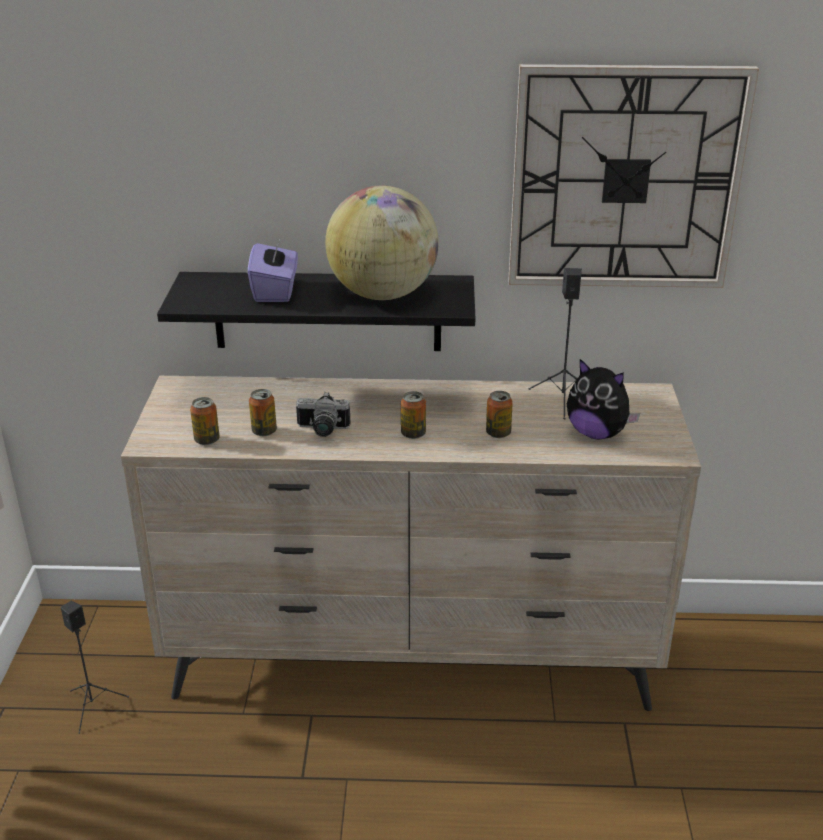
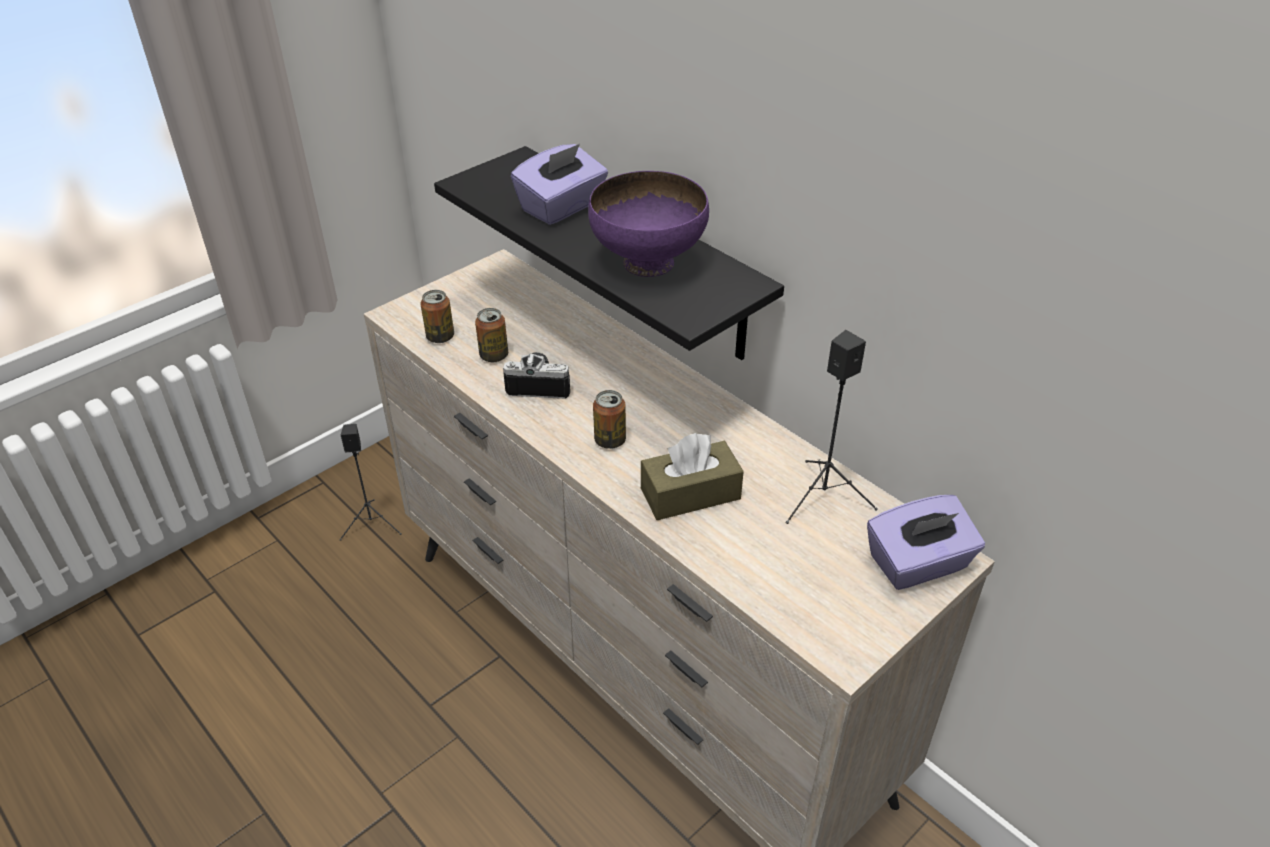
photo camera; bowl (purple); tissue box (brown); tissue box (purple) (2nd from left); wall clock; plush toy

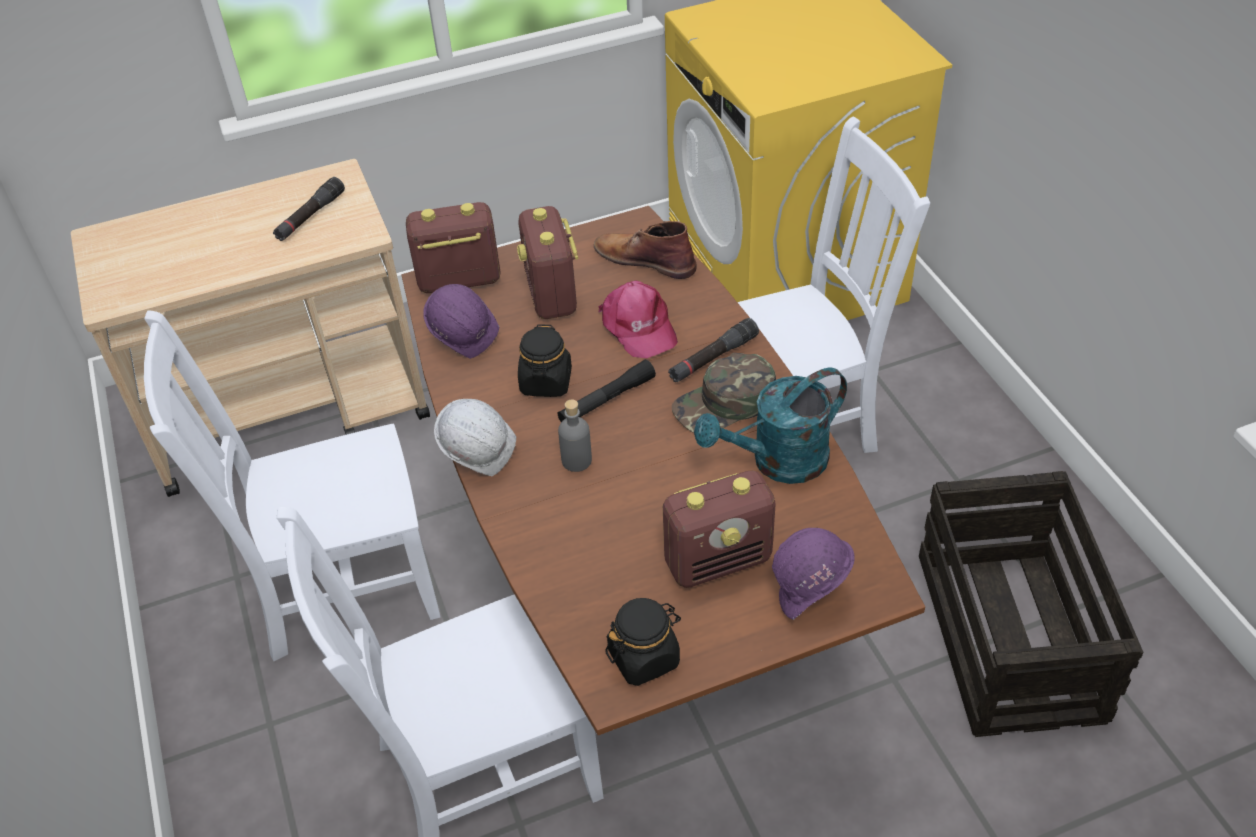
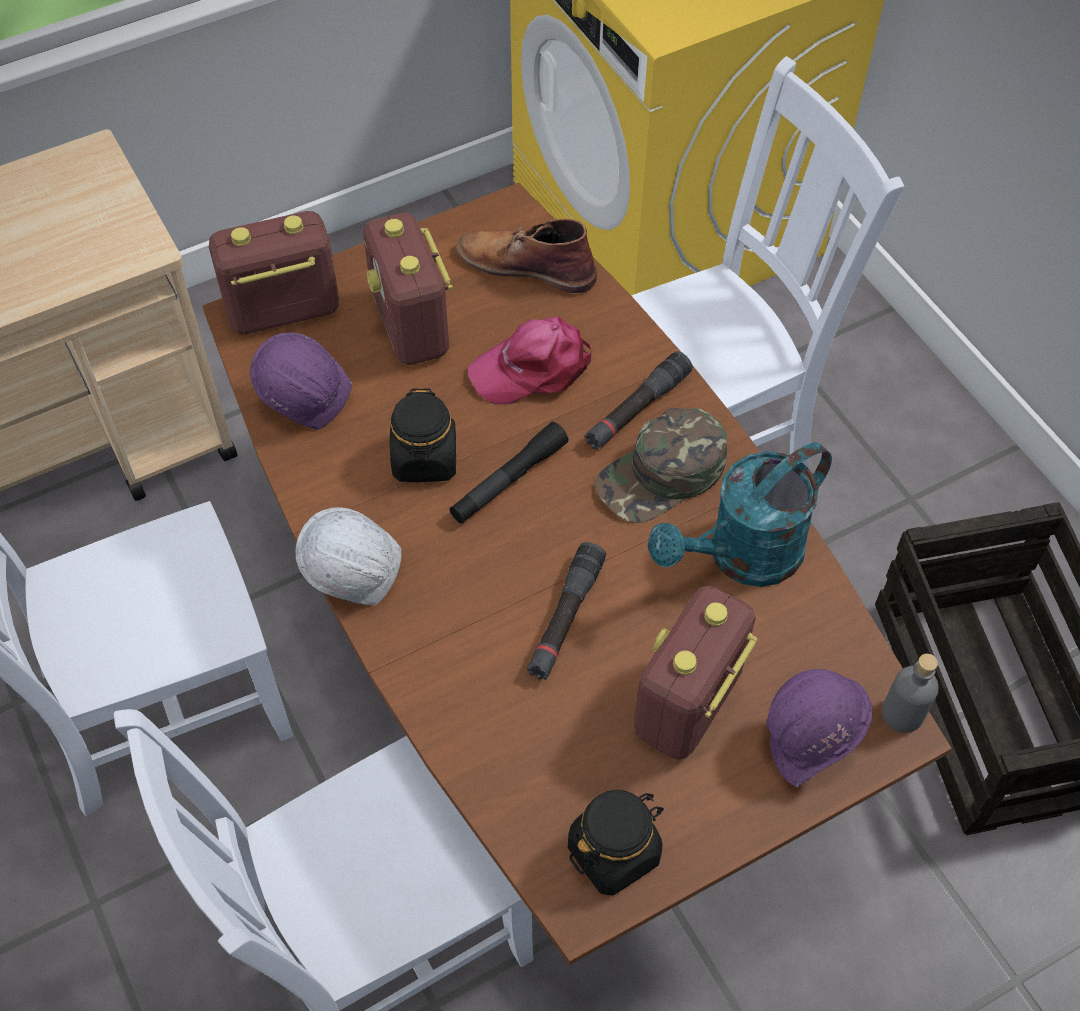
cap (pink); flashlight (black) (2nd from left); radio (3rd from left); bottle (grey)

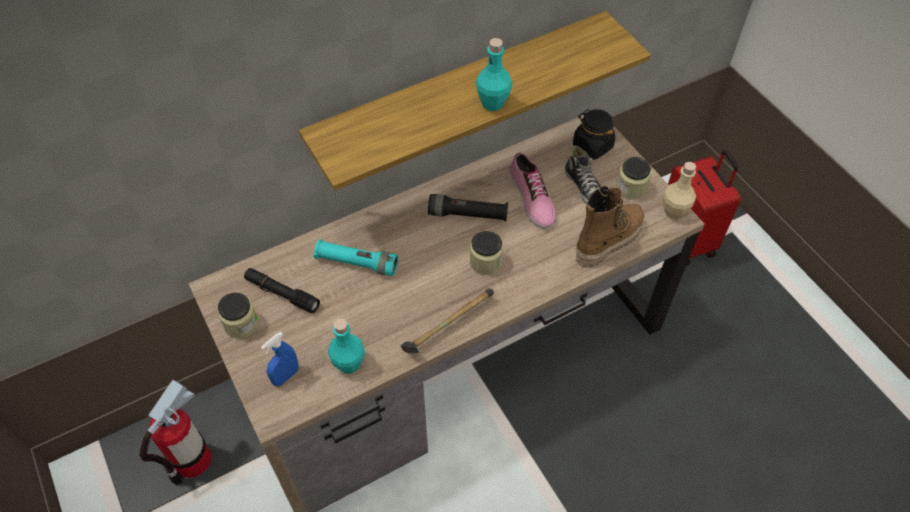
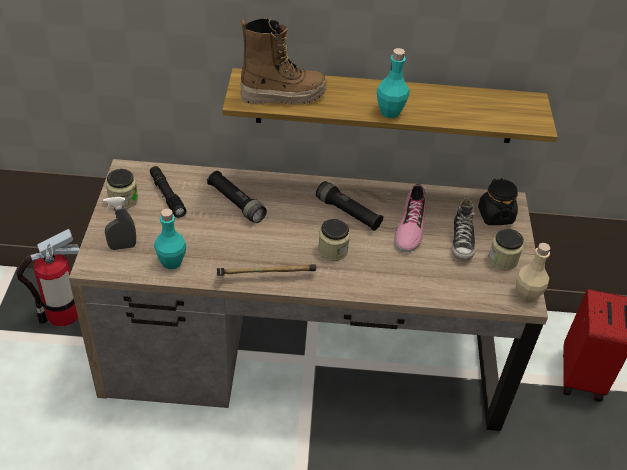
spray bottle (grey); flashlight (black) (2nd from left); boot

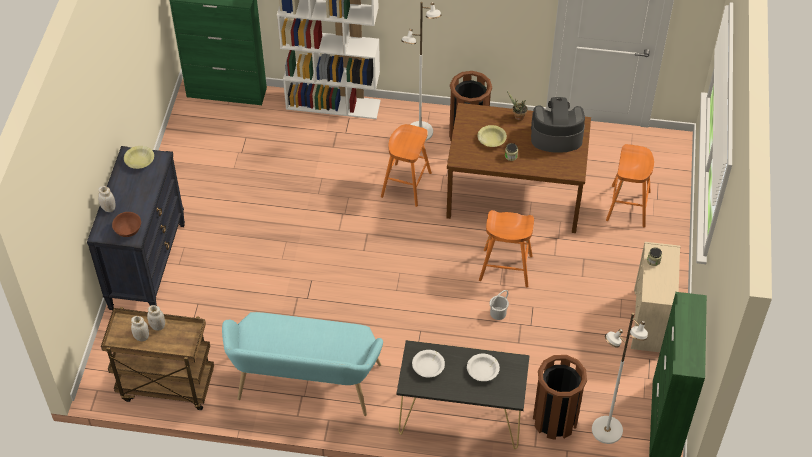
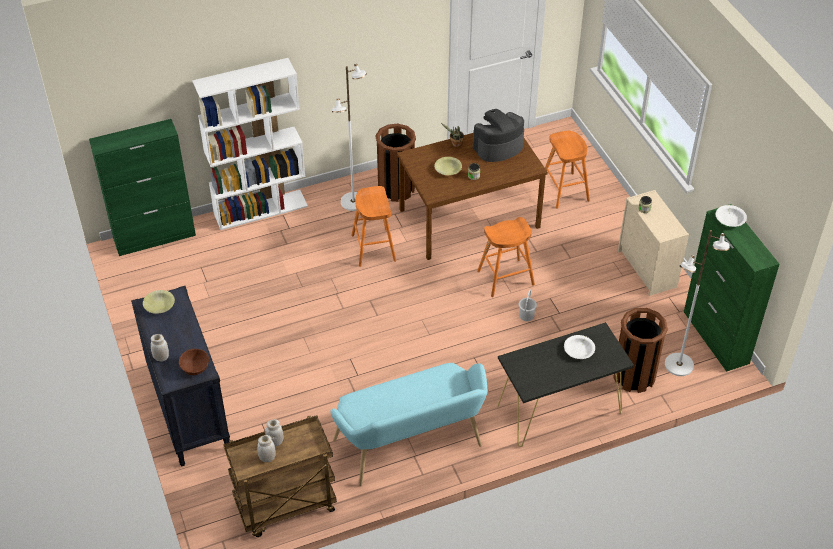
bowl (white) (2nd from left)

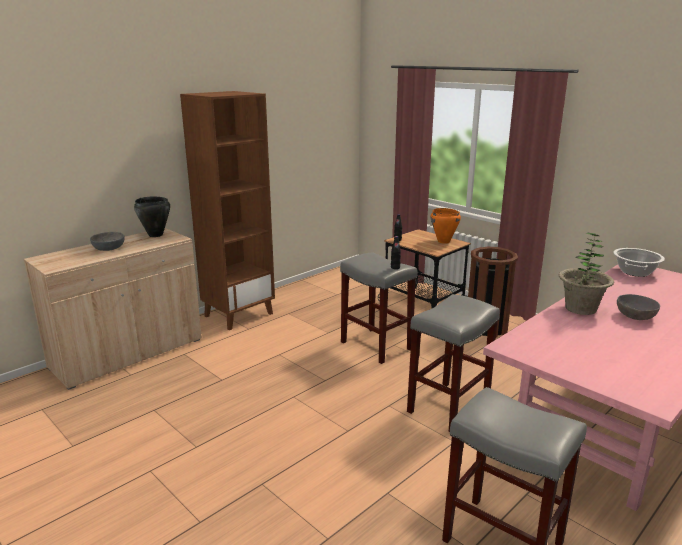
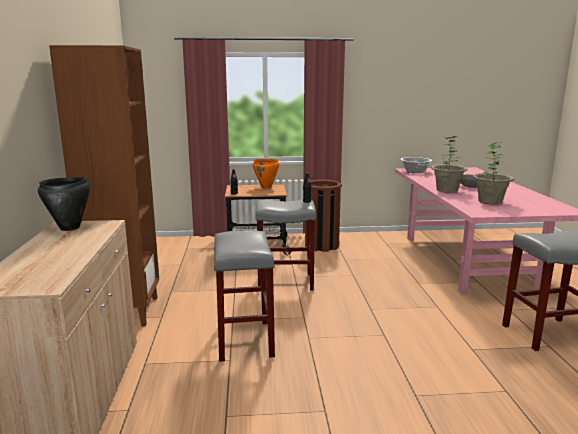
stool (grey) (1st from left); potted plant (2nd from left); bowl (grey) (1st from left in the first image)

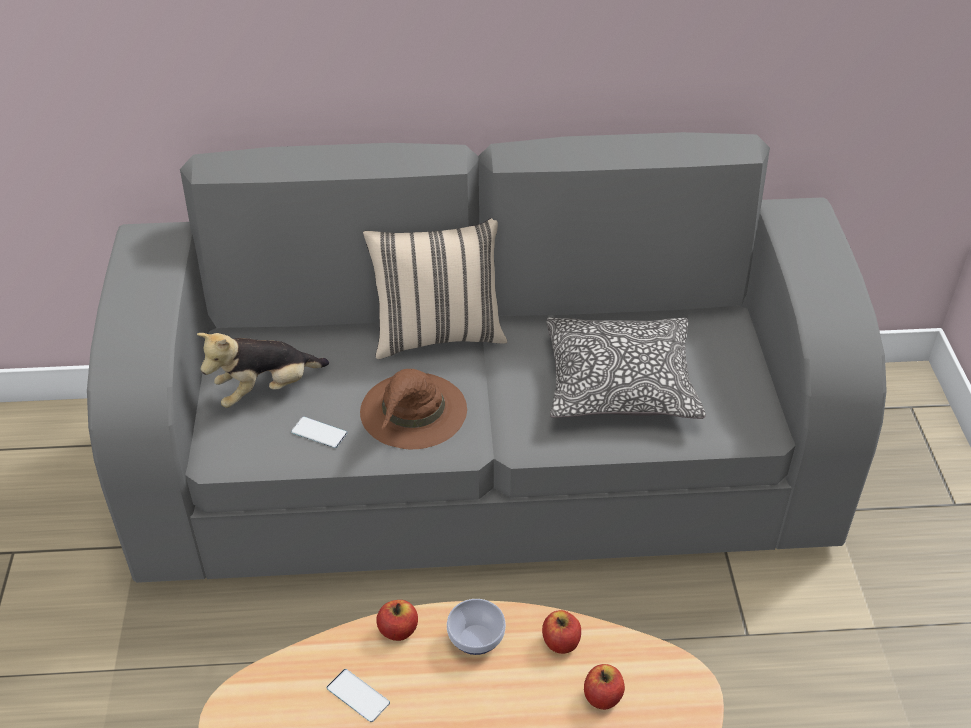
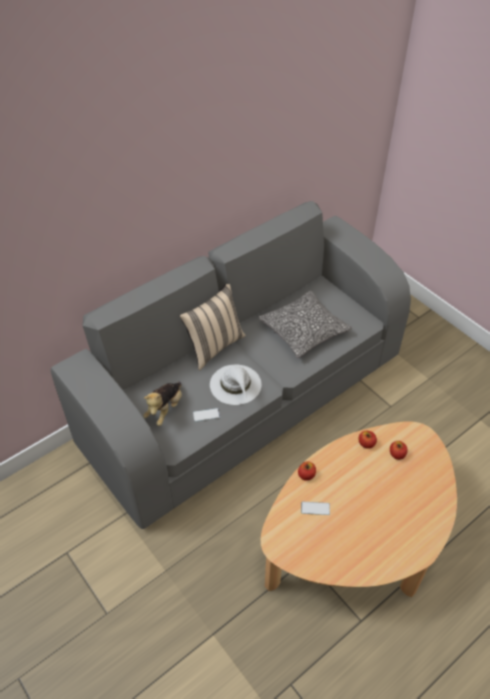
hat (white); bowl

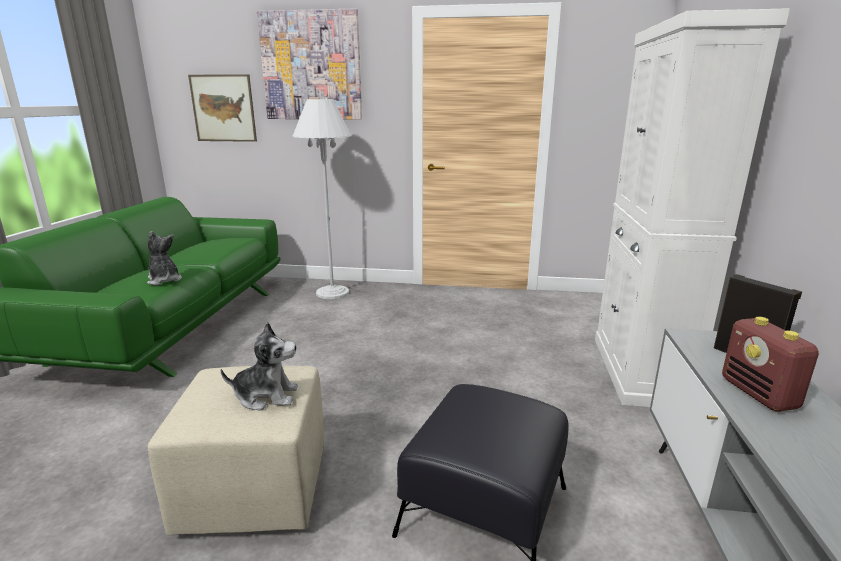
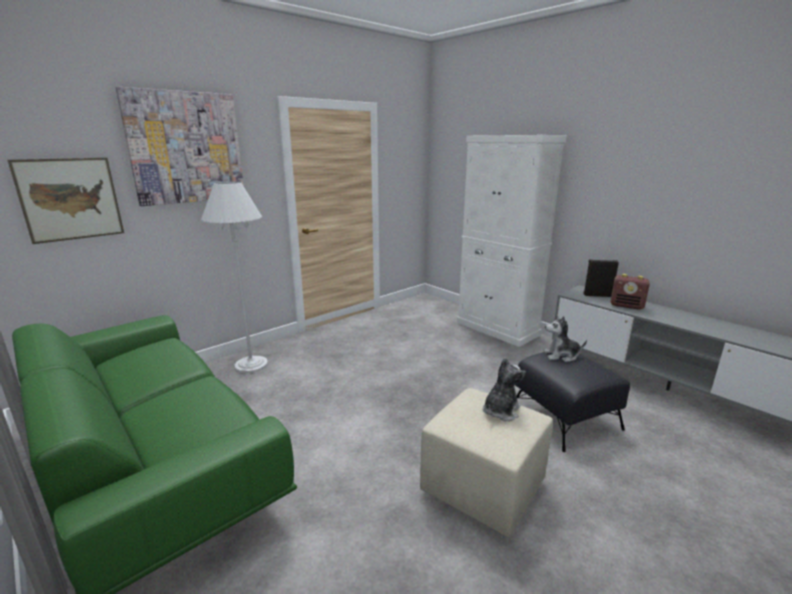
plush toy (2nd from left)

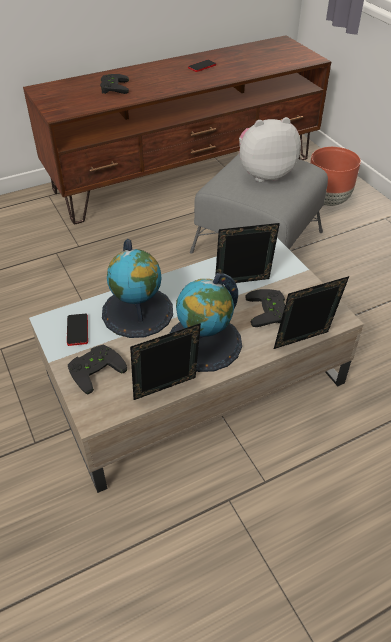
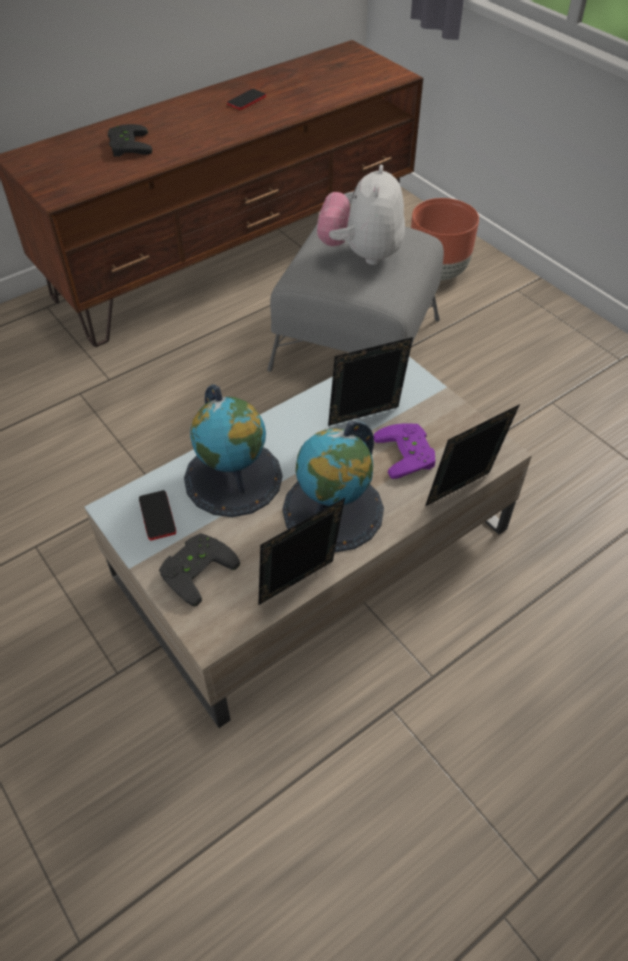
plush toy; game controller (purple)

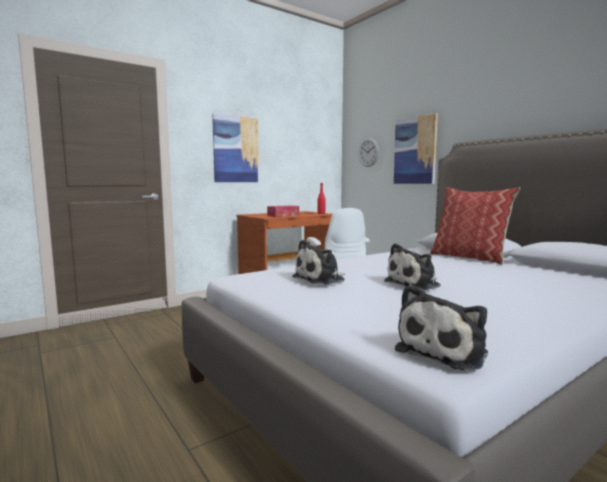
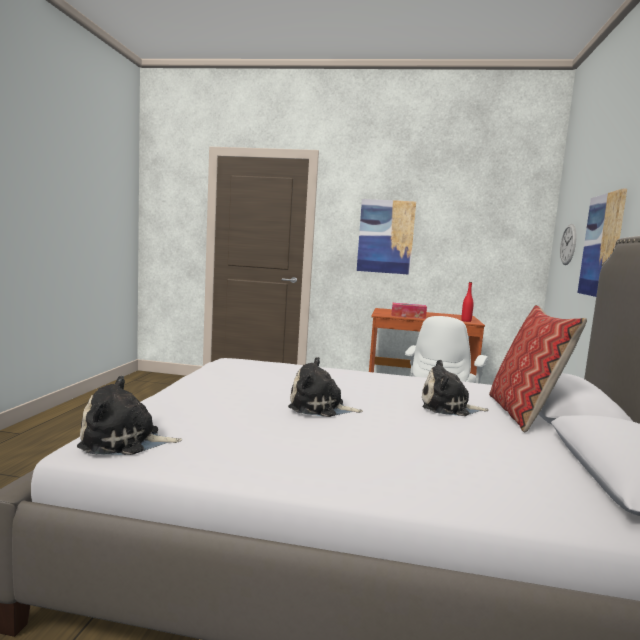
plush toy (3rd from left)

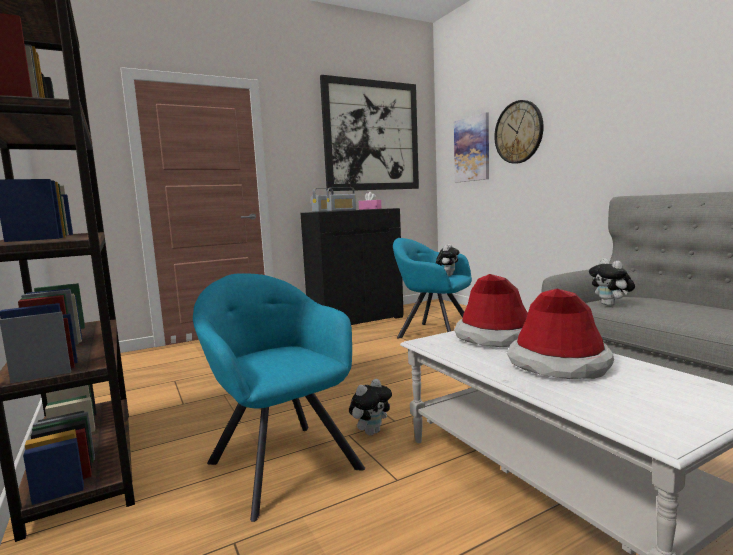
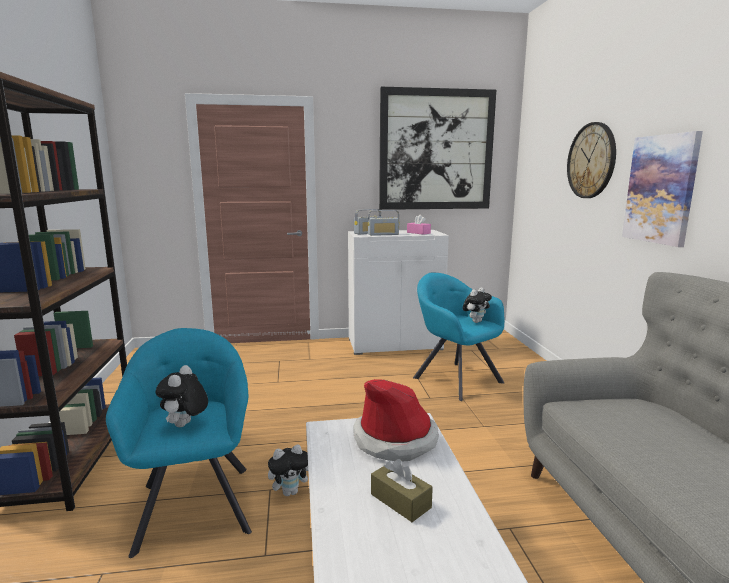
plush toy (1st from left); cabinet (white); tissue box (brown); picture (2nd from left)

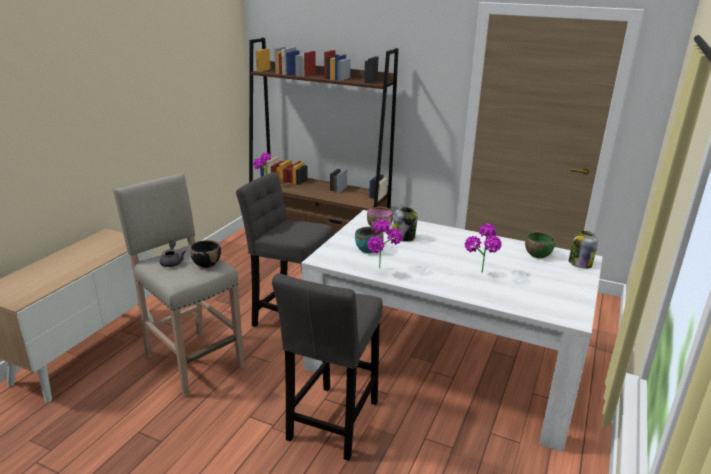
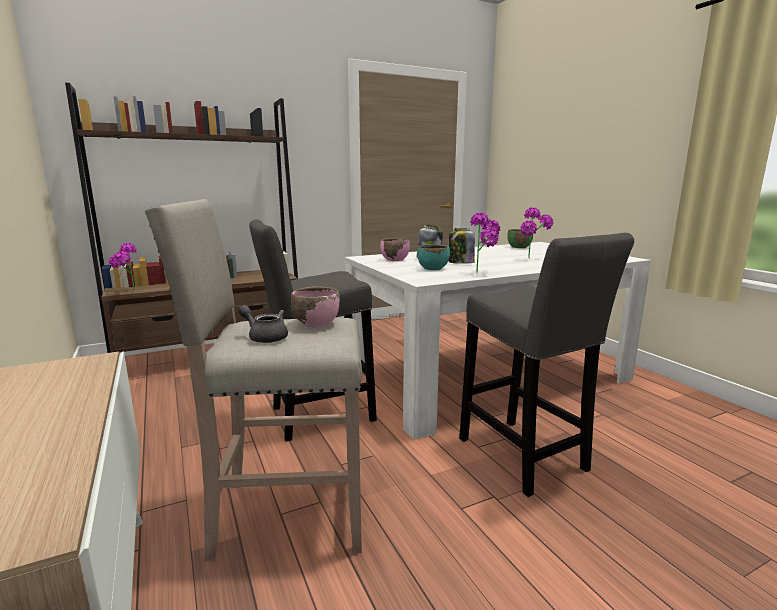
bowl (pink) (1st from left); jar (2nd from left)

